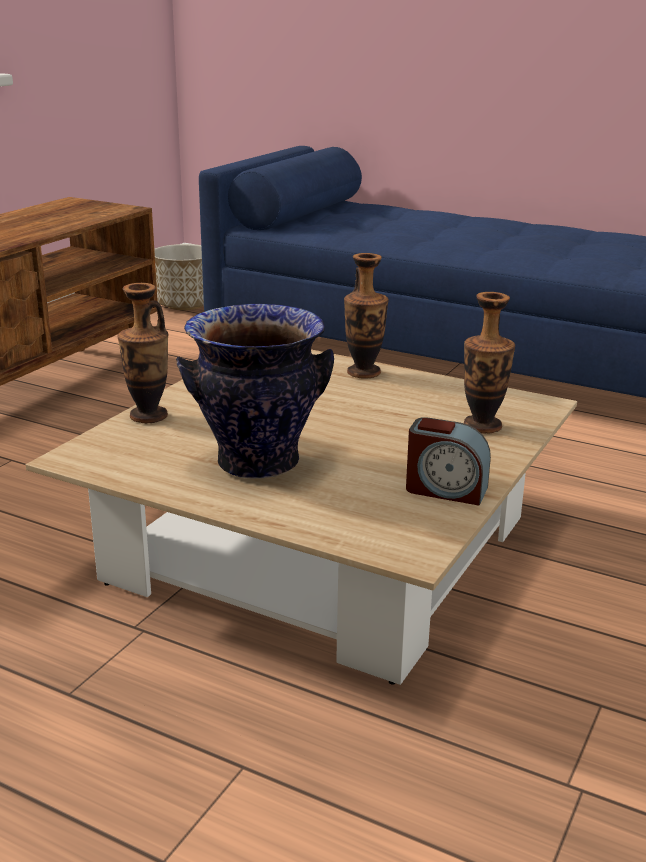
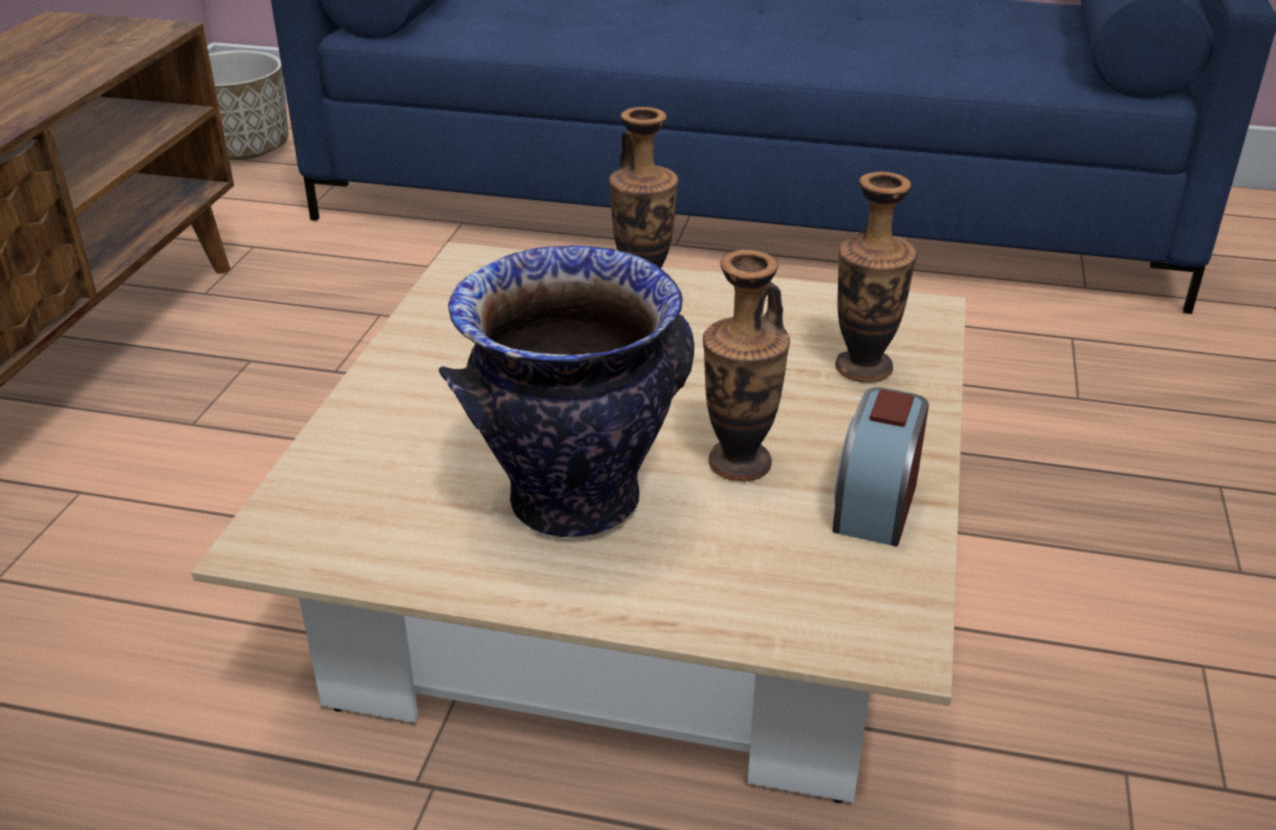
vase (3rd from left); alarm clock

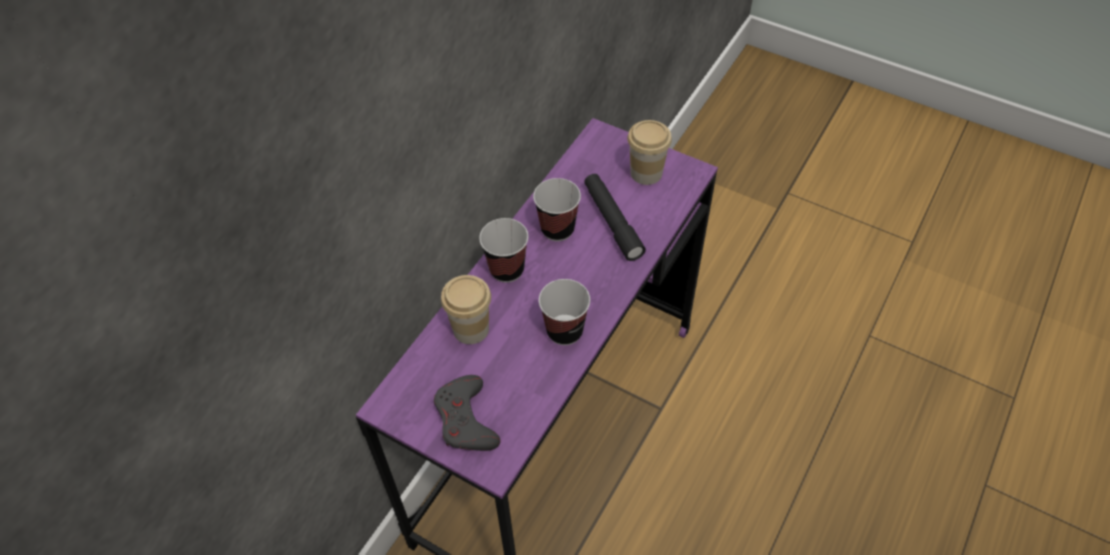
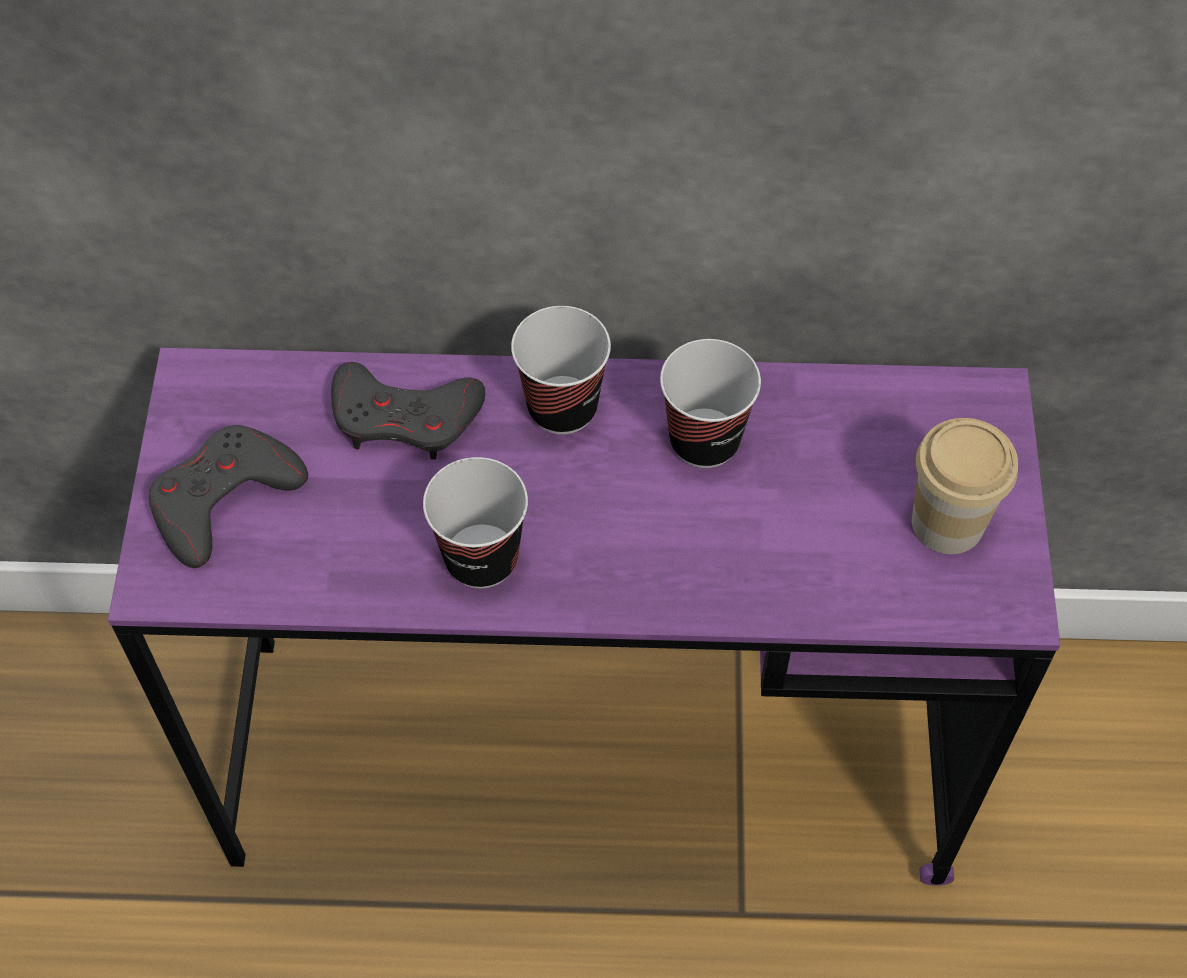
game controller (grey) (2nd from left); flashlight (black)

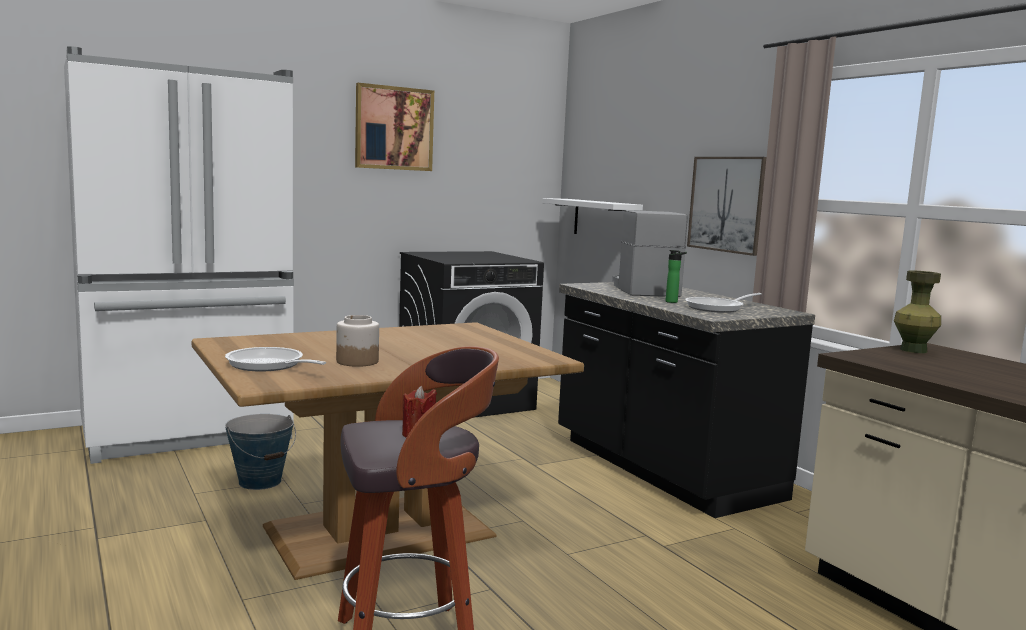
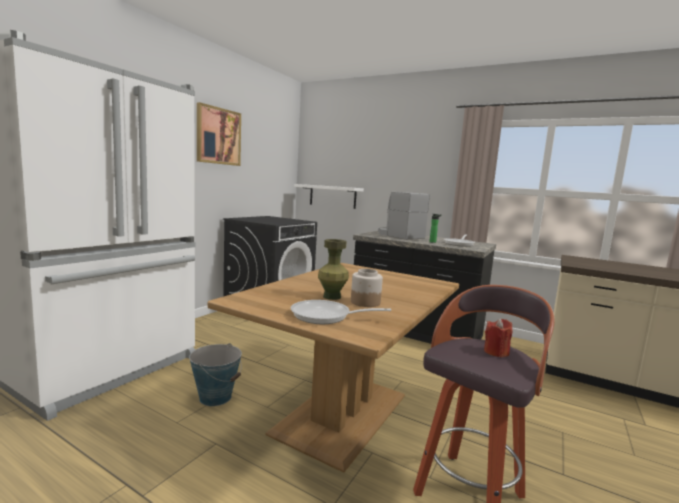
vase (green); picture (2nd from left in the first image)

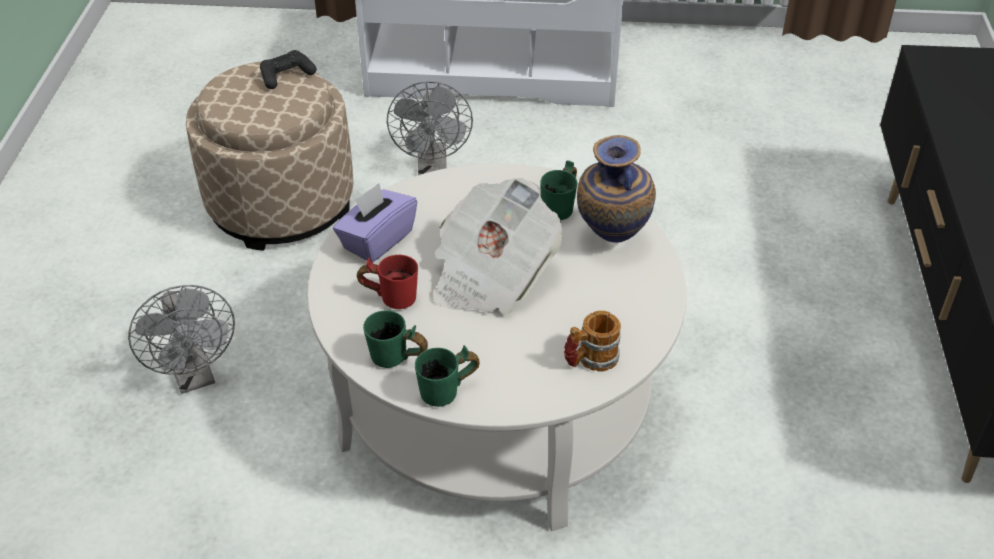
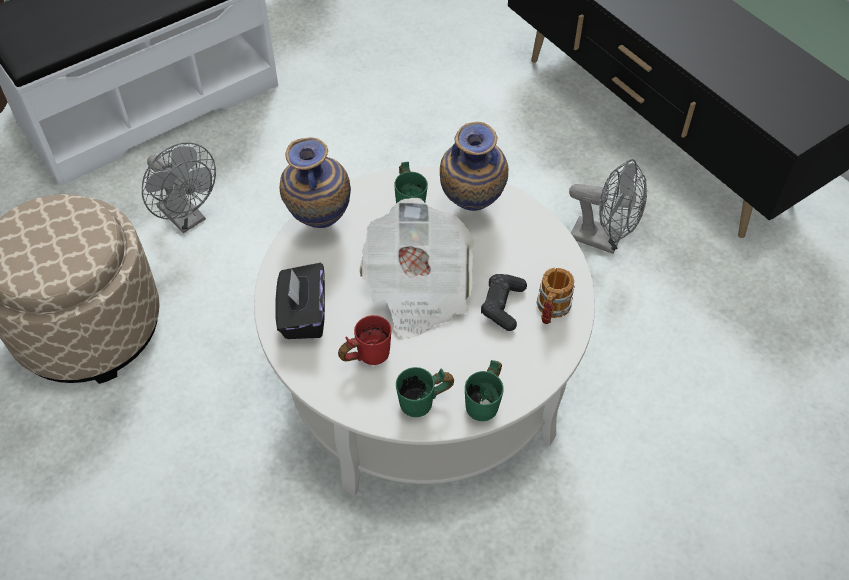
tissue box (black); vase (1st from left); game controller (black); fan (grey) (2nd from left)

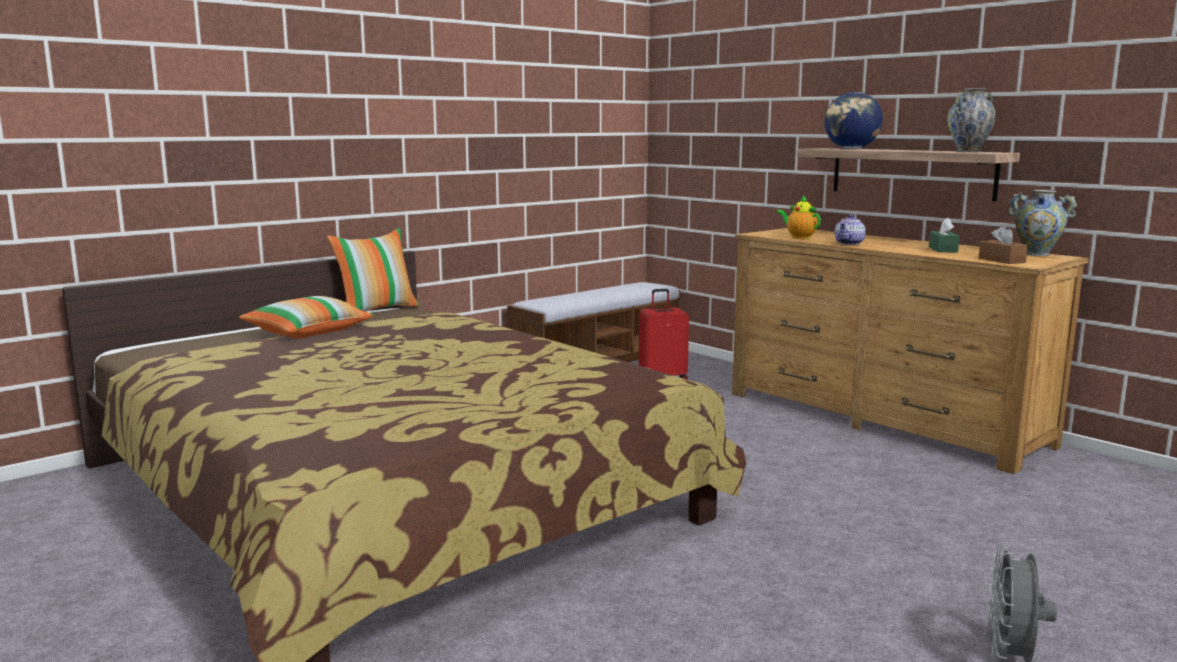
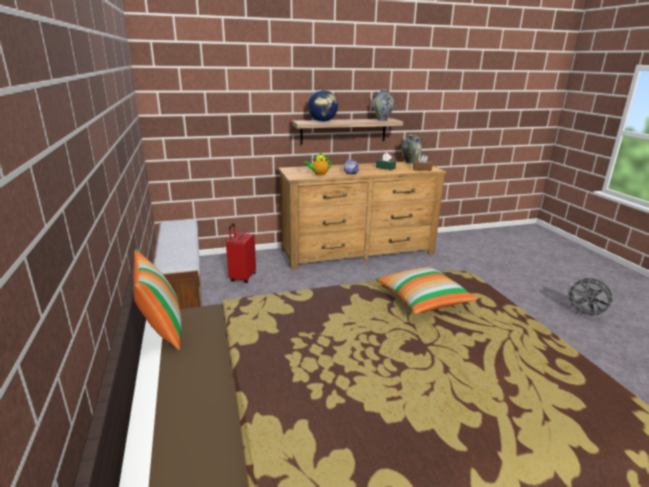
pillow (2nd from left)

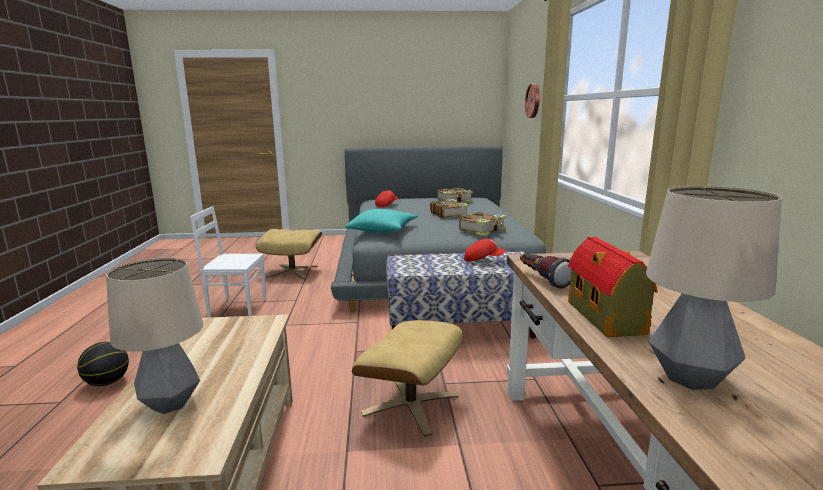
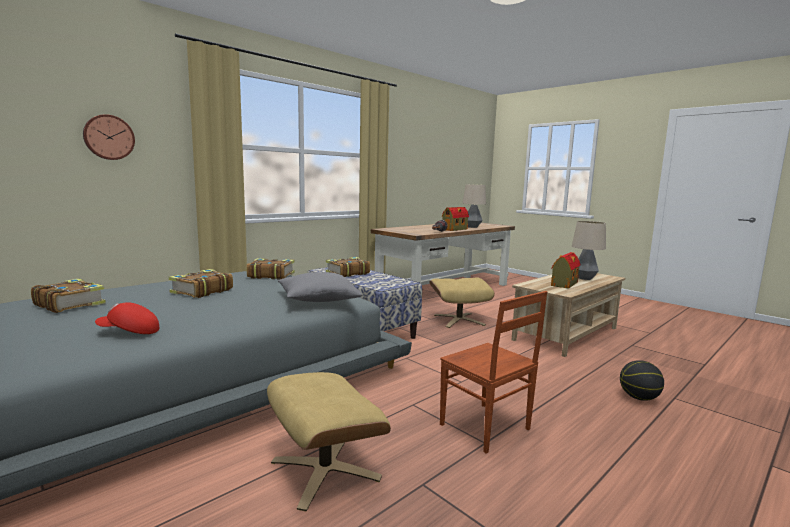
pillow (grey); book (4th from left); chair (brown); toy house (2nd from left)

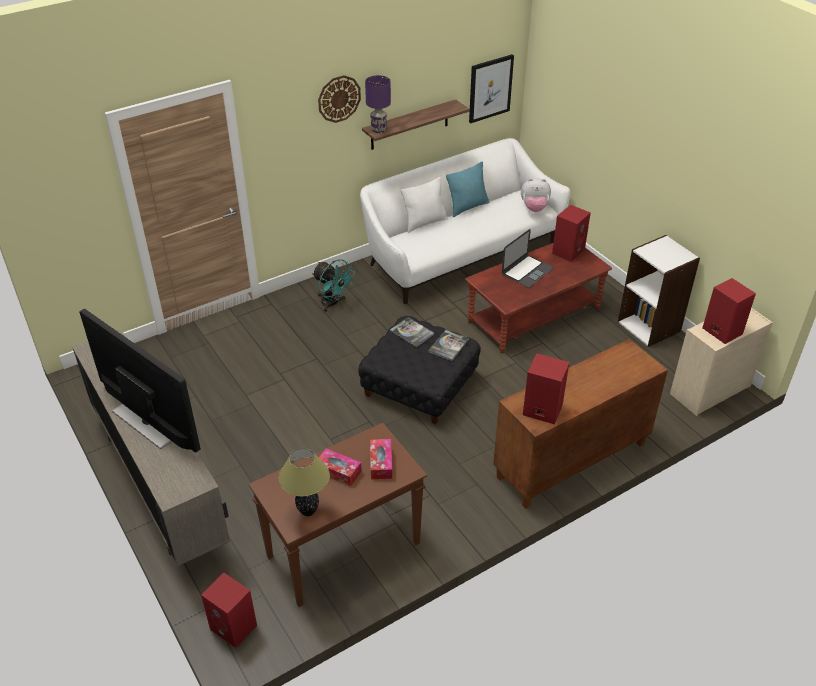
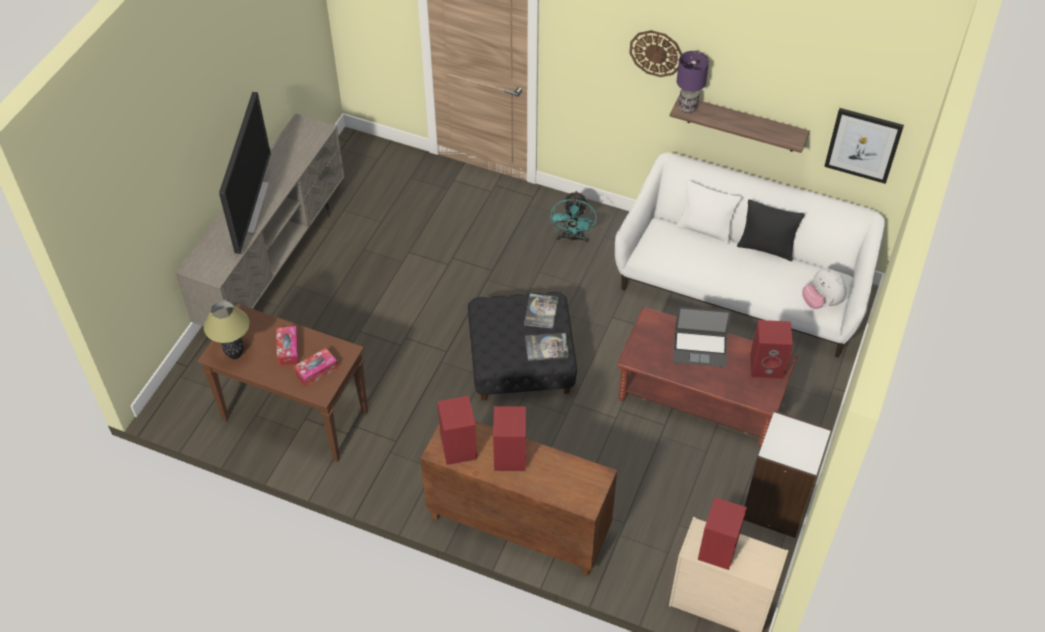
speaker (red) (2nd from left); pillow (black)

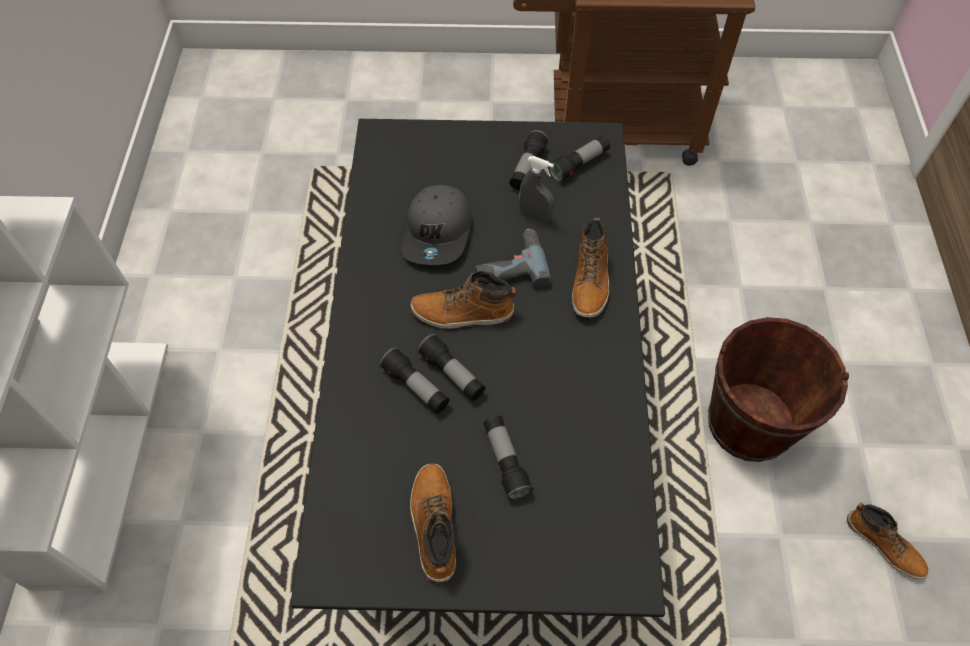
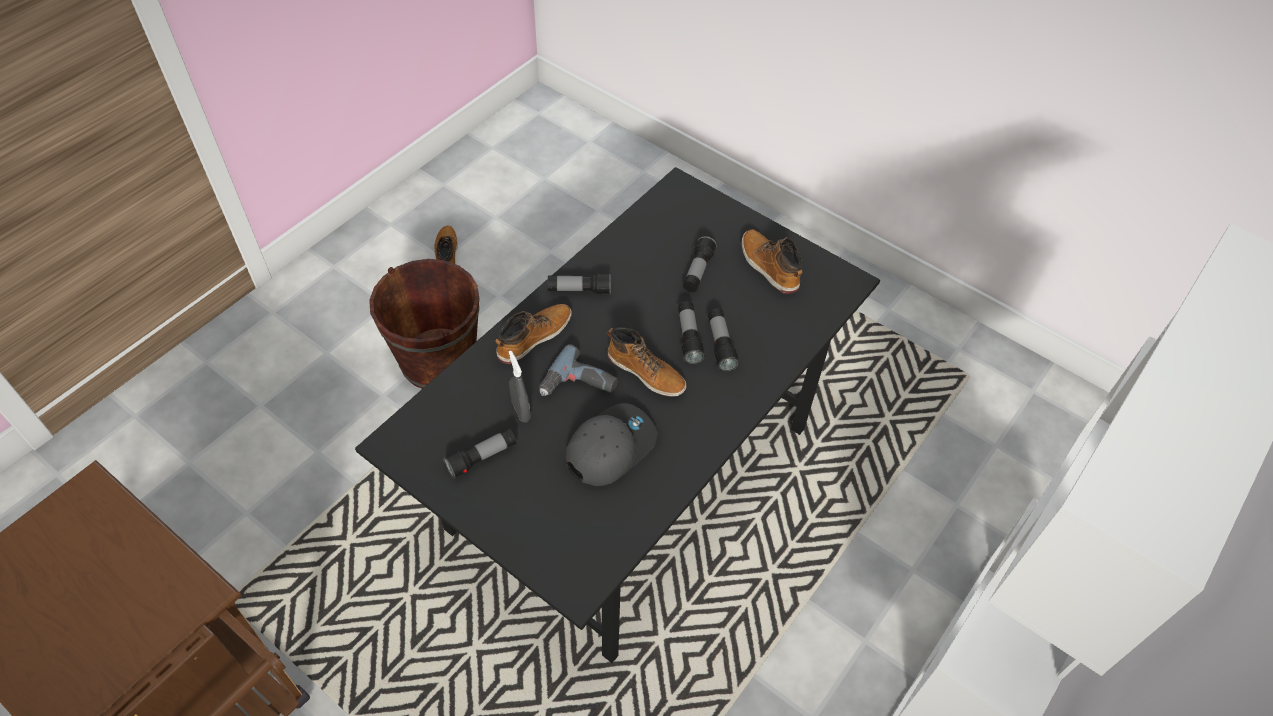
flashlight (2nd from left); boot (4th from left)

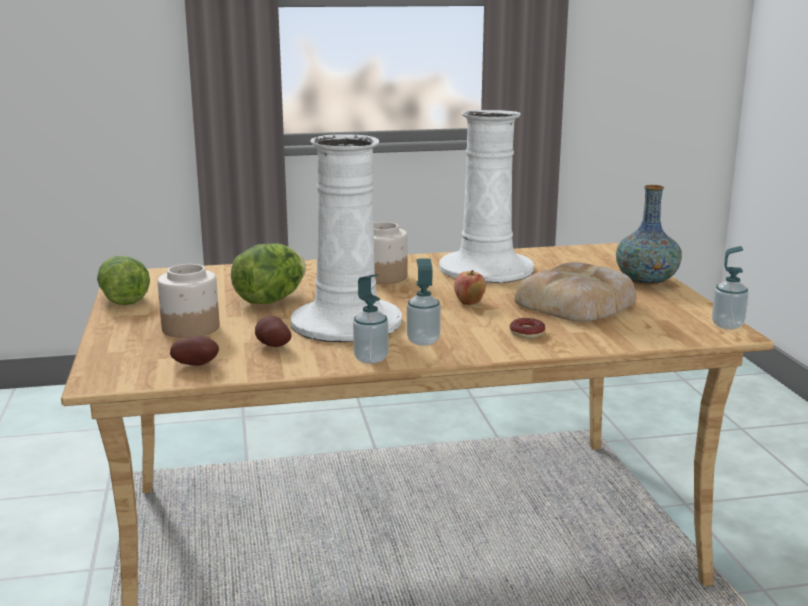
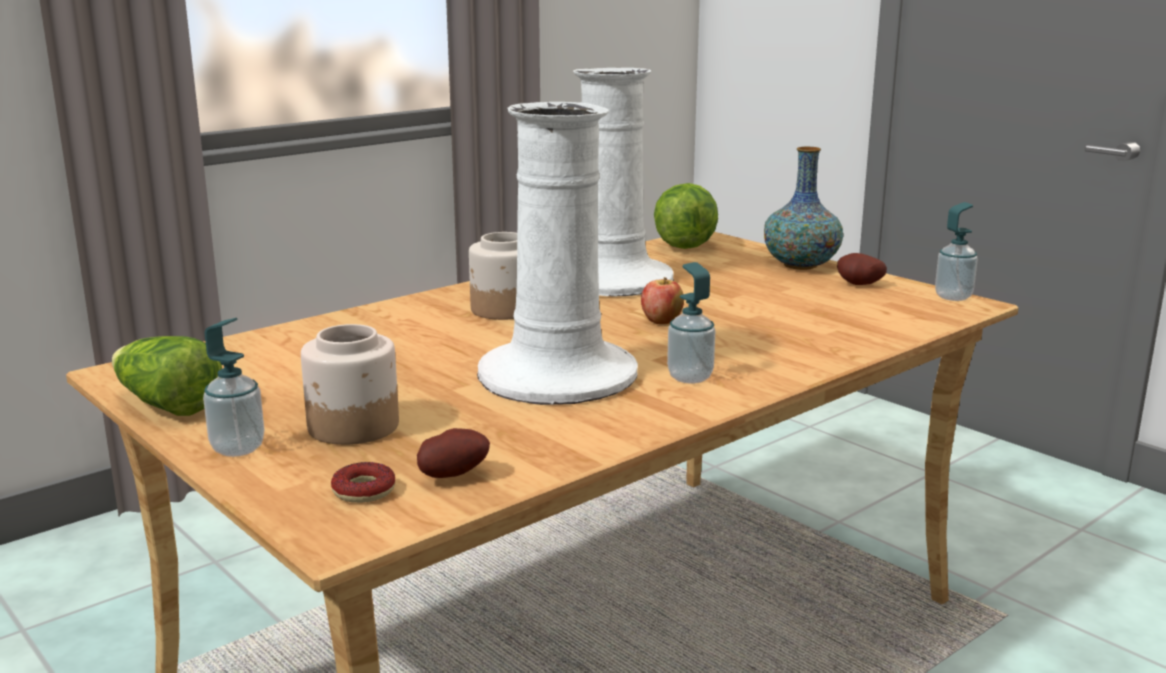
soap dispenser (1st from left); donut; lettuce (2nd from left); potato (2nd from left); bread

